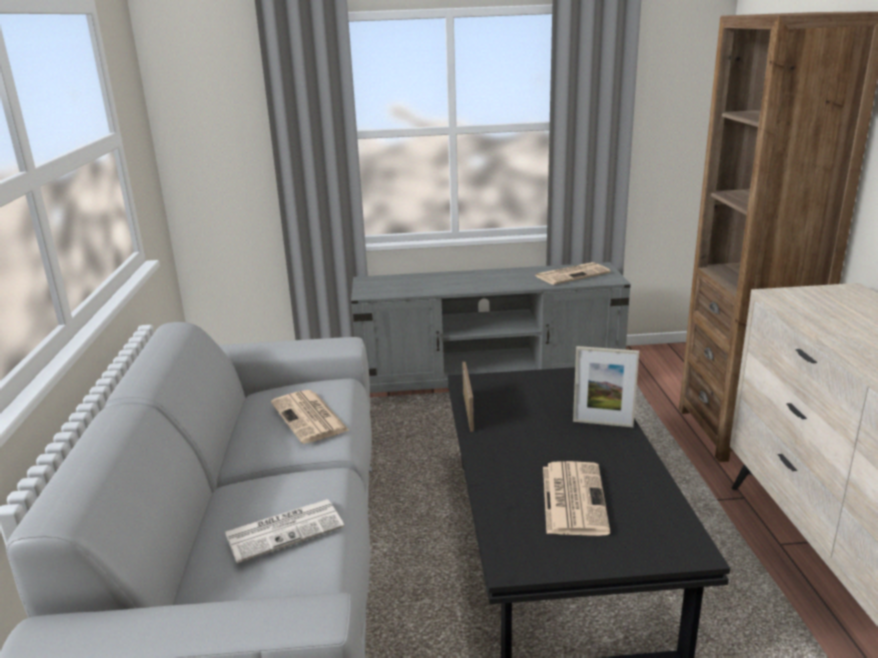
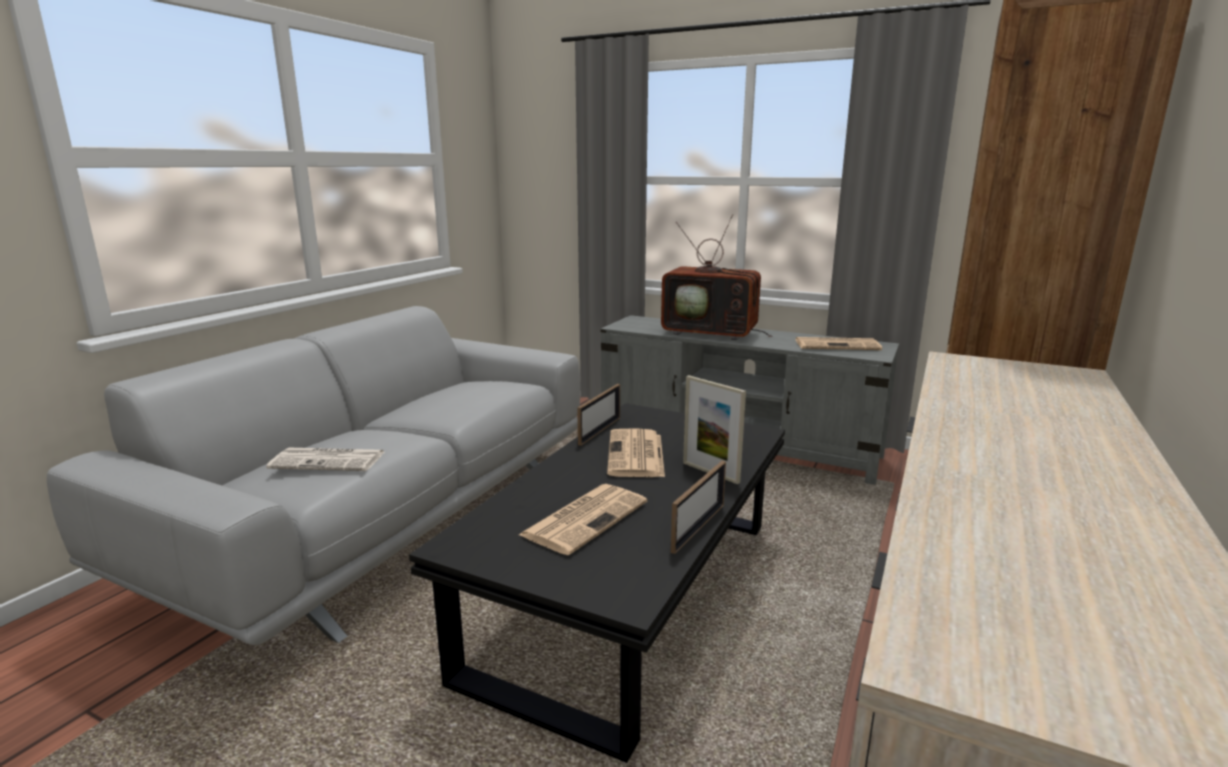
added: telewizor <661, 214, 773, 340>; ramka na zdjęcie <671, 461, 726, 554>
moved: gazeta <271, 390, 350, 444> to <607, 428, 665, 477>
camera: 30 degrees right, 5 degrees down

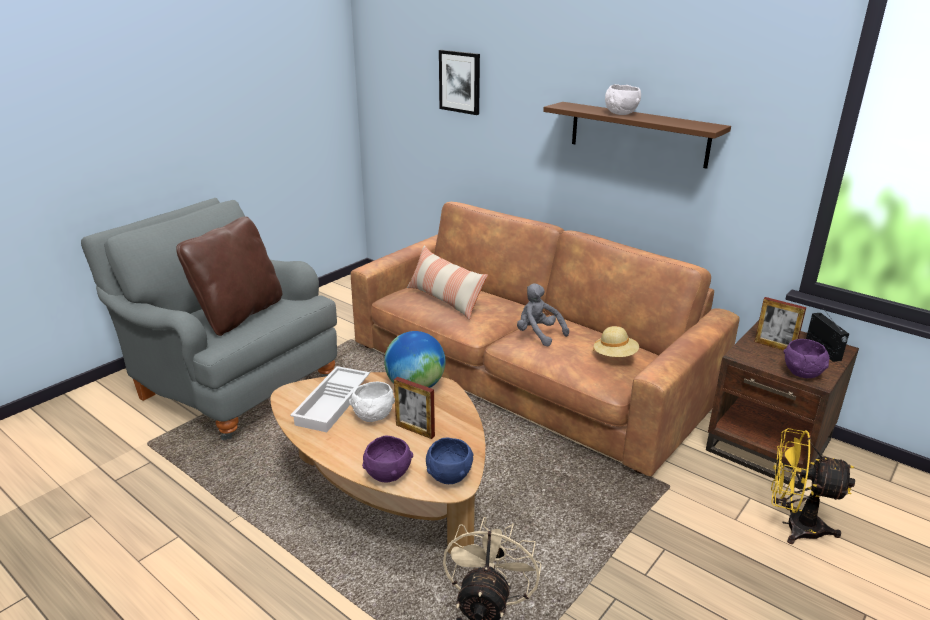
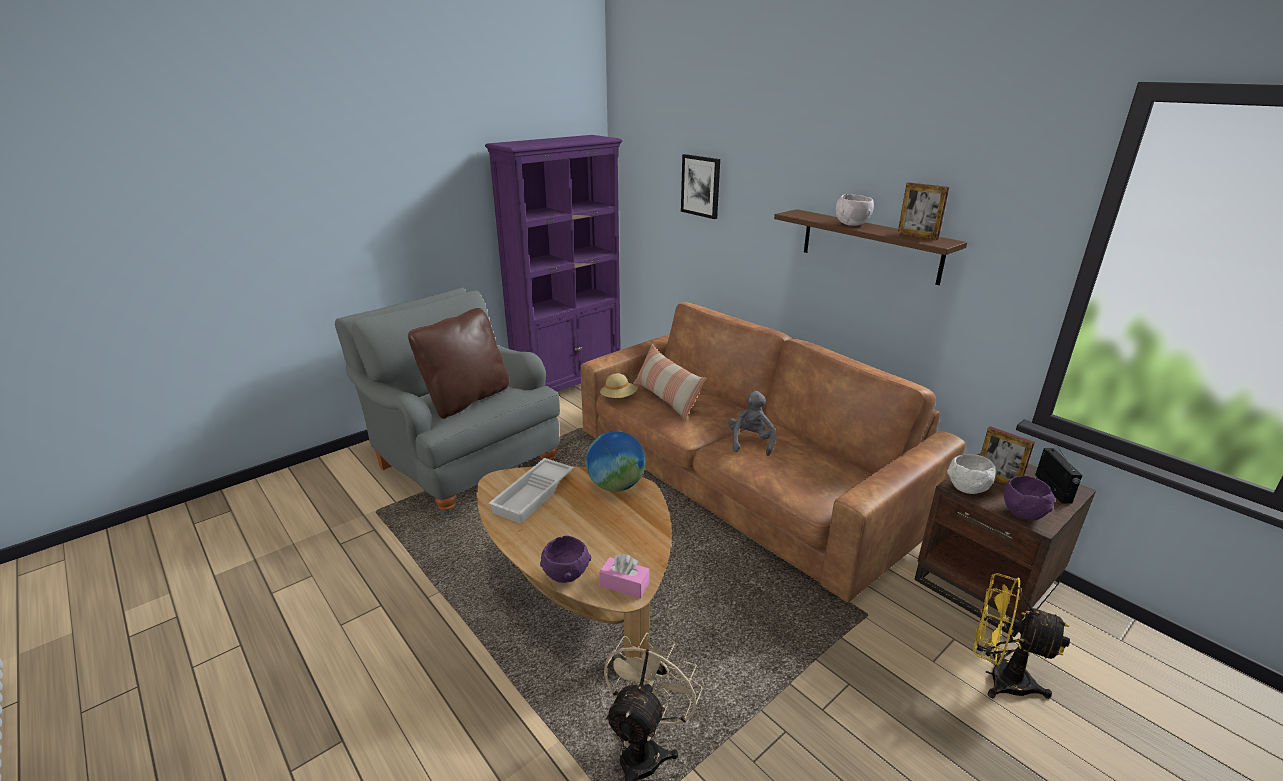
added: regał/fioletowy <485, 135, 623, 392>
moved: kapelusz/beżowy <593, 326, 639, 357> to <600, 373, 637, 398>; ramka na zdjęcie <394, 377, 435, 439> to <898, 182, 949, 240>; miska/biały <349, 382, 395, 422> to <947, 454, 996, 494>
replaced: miska/niebieski <426, 438, 473, 484> to pudełko chusteczek/różowy <599, 554, 649, 598>
turned: pluszak/szary <517, 283, 569, 346> = <728, 391, 776, 456> 45 degrees clockwise
camera: 10 degrees right, 0 degrees up

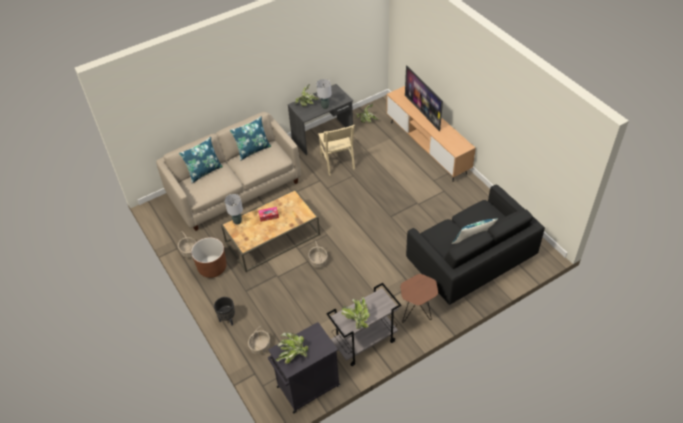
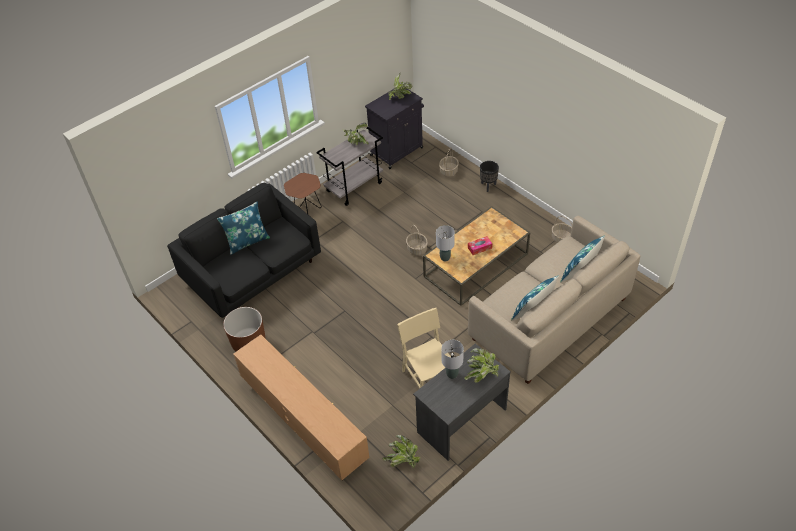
removed: telewizor <405, 65, 443, 131>
moved: donica/brązowy <191, 238, 227, 278> to <223, 307, 265, 351>; lampa stołowa/szary <225, 194, 243, 225> to <436, 225, 455, 261>
camera: 170 degrees right, 0 degrees up

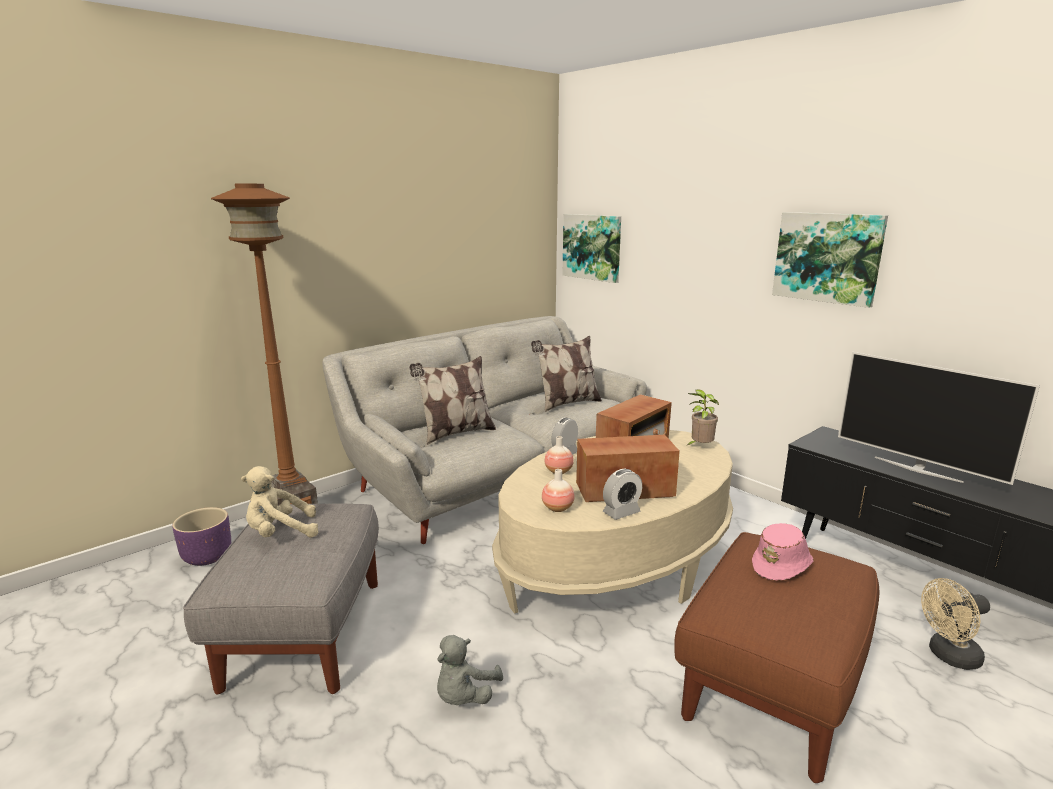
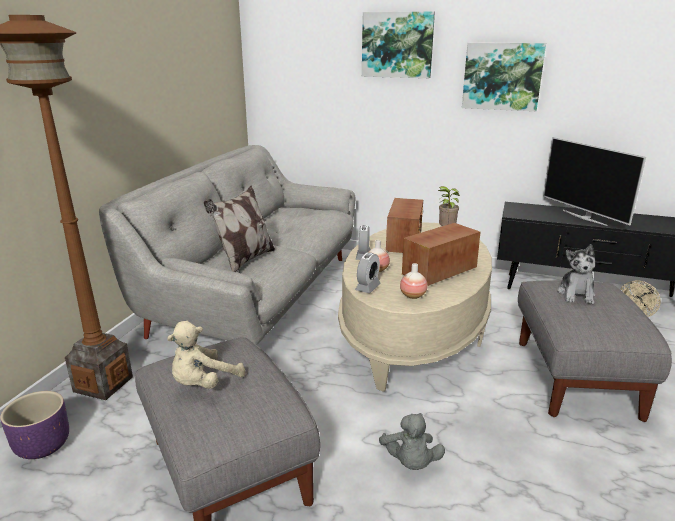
removed: poduszka <531, 336, 602, 412>
moved: budzik <603, 469, 642, 520> to <355, 252, 381, 293>; obraz <562, 214, 621, 283> to <362, 12, 435, 78>
replaced: kapelusz/różowy <752, 523, 813, 580> to pluszak <557, 244, 595, 304>
recoloured: pufa/brązowy <674, 532, 879, 783> to pufa/szary <518, 280, 672, 422>
turned: telewizor <838, 352, 1040, 485> = <543, 137, 646, 226> 45 degrees clockwise
camera: 30 degrees left, 5 degrees up

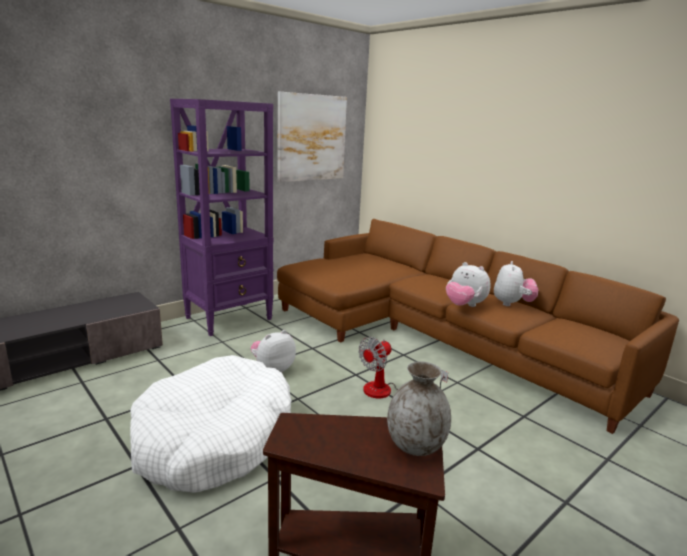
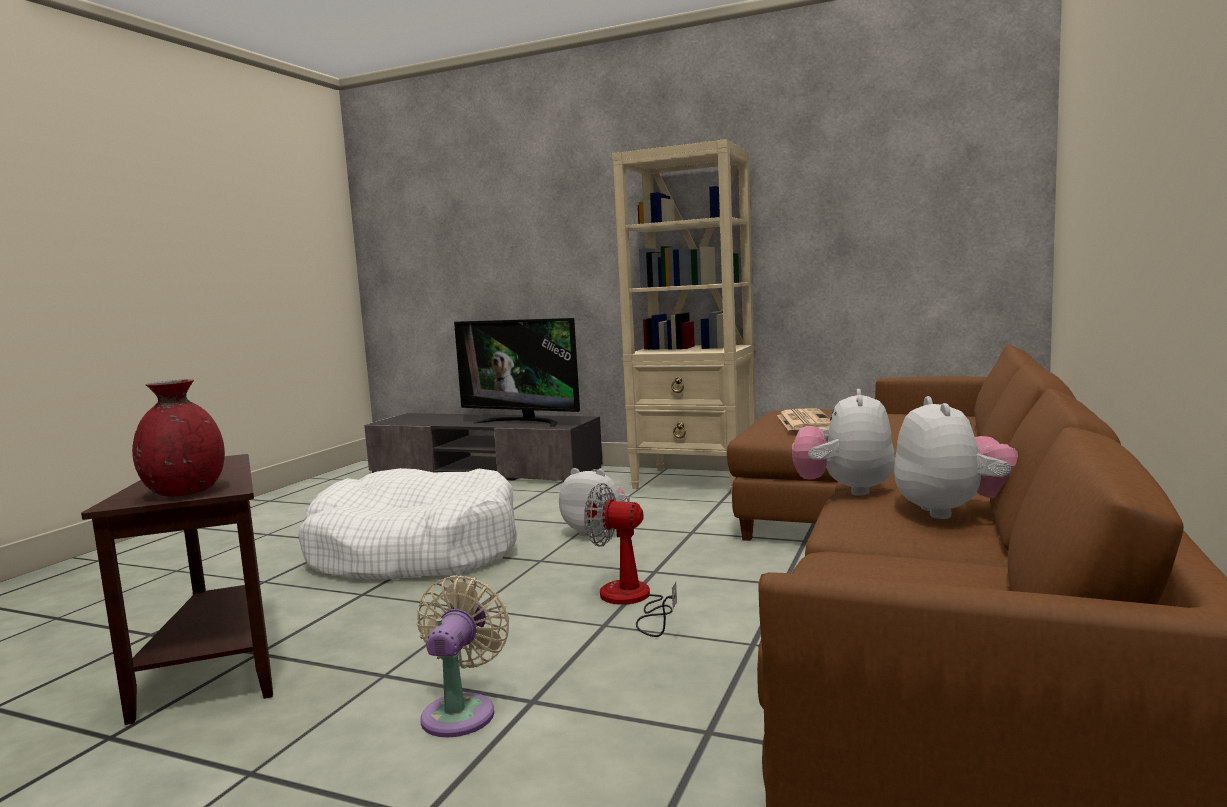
removed: obraz <278, 92, 347, 182>
added: wentylator/beżowy <417, 575, 509, 737>; telewizor <454, 318, 580, 427>; gazeta <777, 409, 830, 431>
recoloured: wazon/szary <387, 361, 451, 456> to wazon/czerwony <132, 379, 225, 496>; regał/fioletowy <170, 99, 274, 336> to regał/beżowy <612, 139, 756, 495>
turned: pluszak <494, 261, 538, 306> = <894, 396, 1018, 519> 75 degrees counterclockwise
camera: 65 degrees right, 10 degrees down

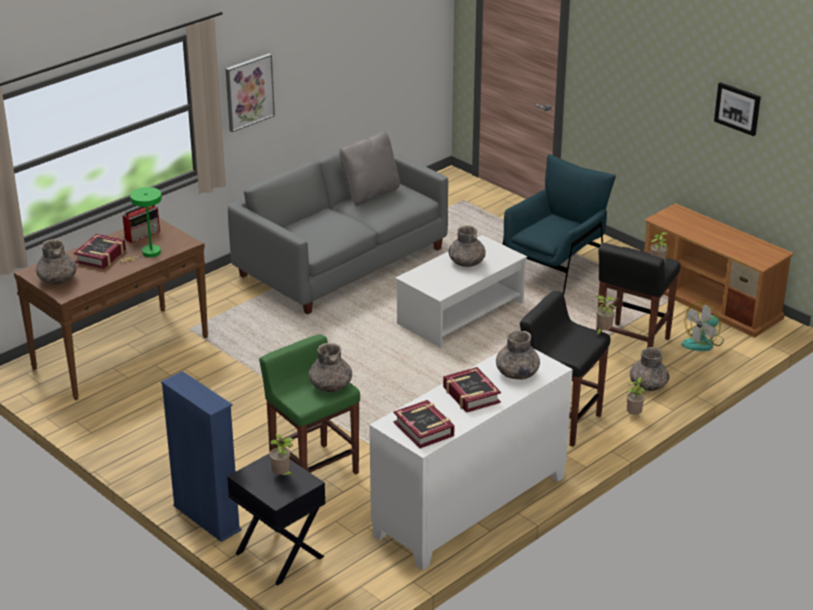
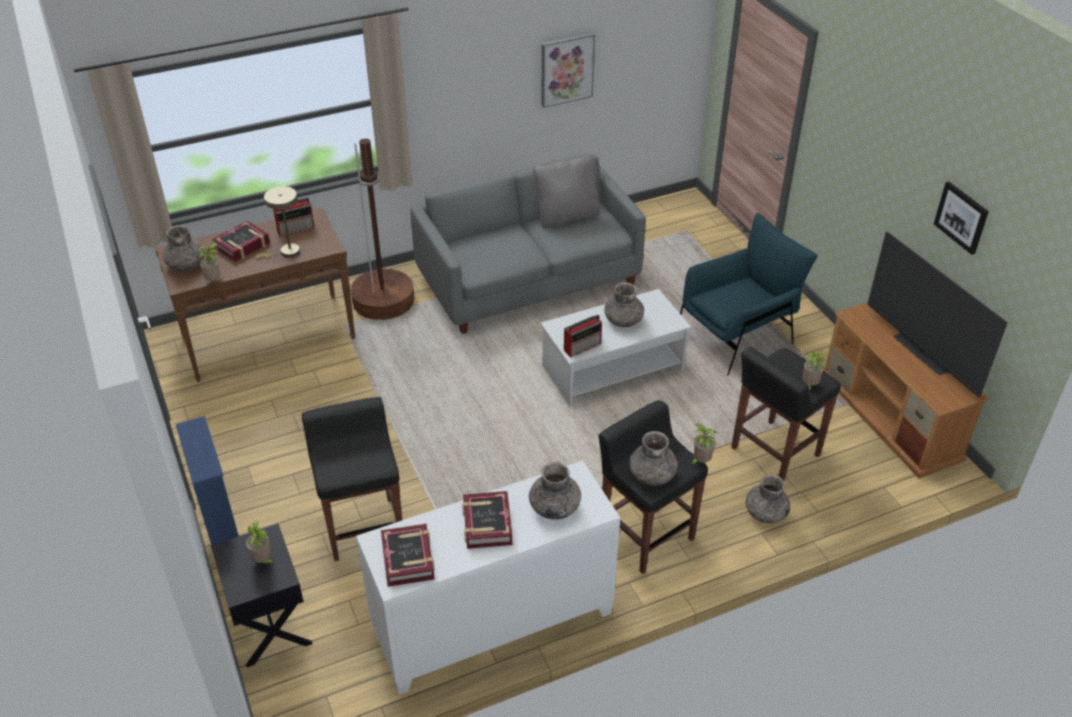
removed: wentylator <681, 302, 724, 351>
added: lampa stojąca/brązowy <351, 139, 414, 320>; radio <564, 315, 602, 358>; telewizor <868, 232, 1007, 397>
moved: roślina doniczkowa <627, 377, 646, 415> to <198, 243, 222, 281>; obraz <226, 54, 275, 132> to <542, 33, 595, 108>; wazon/szary <309, 343, 352, 392> to <629, 431, 678, 486>
recoloured: lampa stołowa/zielony <121, 187, 162, 262> to lampa stołowa/beżowy <256, 186, 300, 258>; stołek/zielony <259, 334, 360, 475> to stołek/czarny <302, 397, 402, 561>
camera: 20 degrees right, 10 degrees up

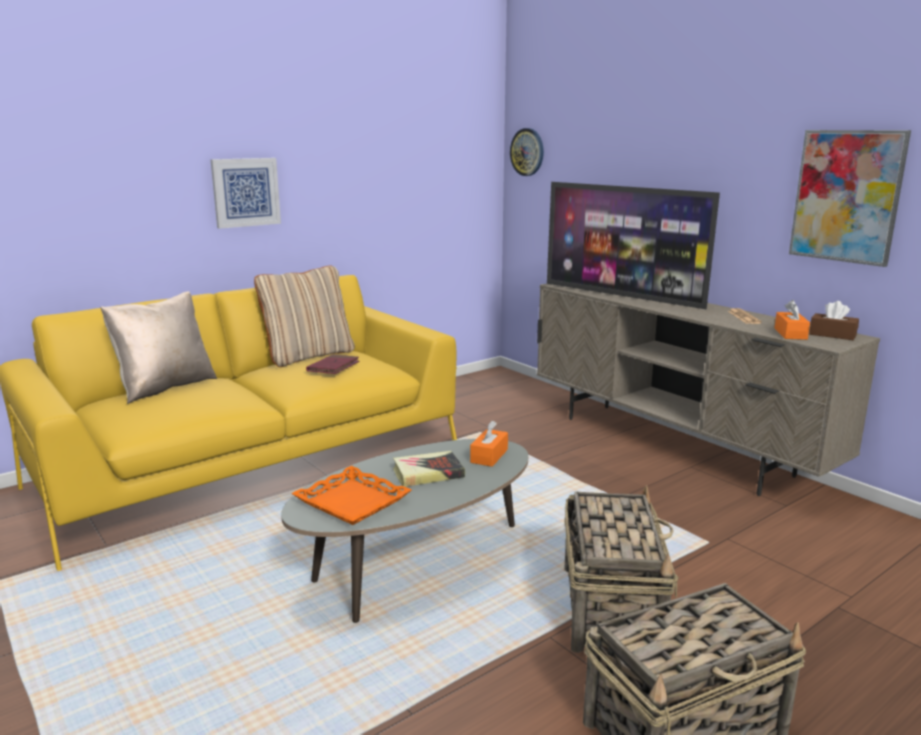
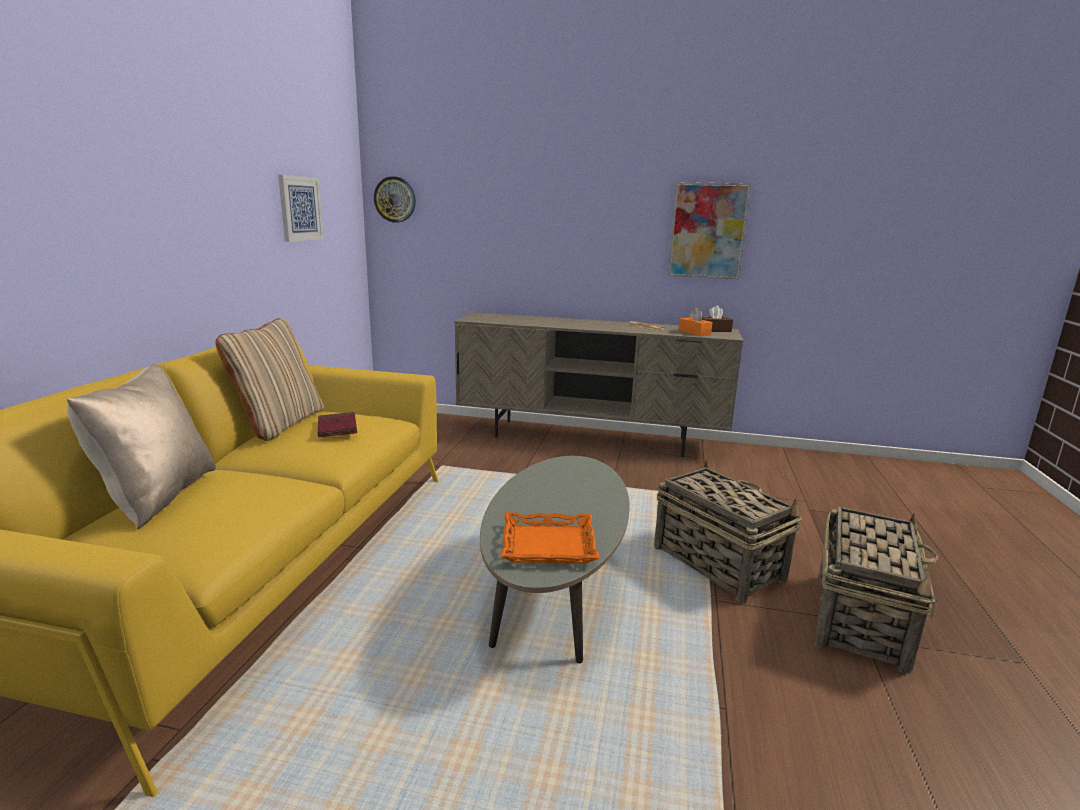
removed: książka <393, 451, 465, 487>; pudełko chusteczek/pomarańczowy <470, 421, 508, 467>; telewizor <547, 182, 720, 309>
moved: obraz <210, 158, 281, 229> to <278, 175, 324, 242>
camera: 40 degrees left, 0 degrees up

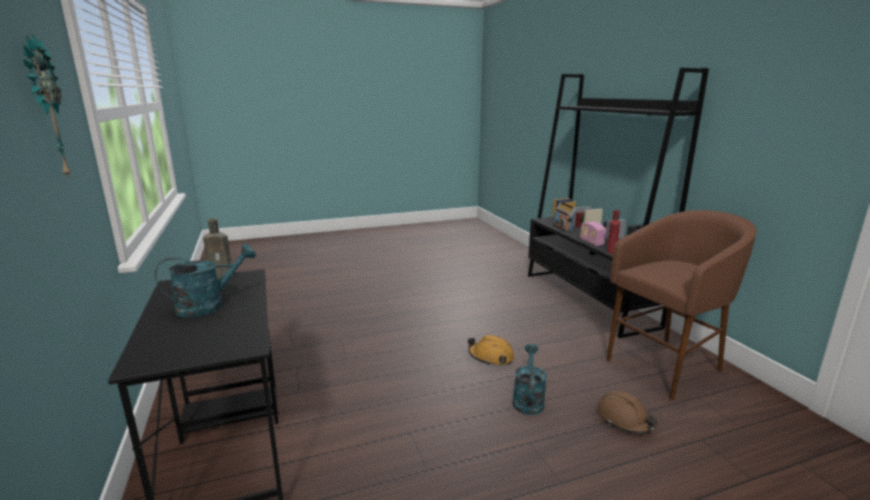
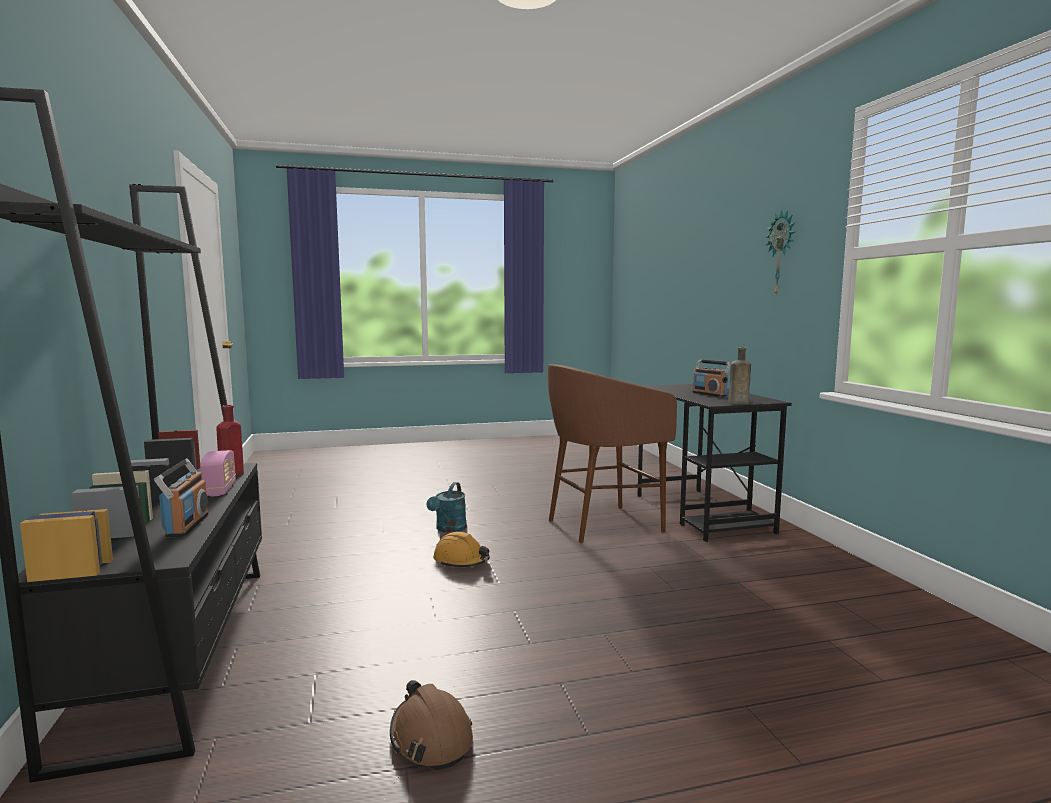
moved: kask/brązowy <597, 391, 657, 434> to <390, 680, 473, 770>; stołek/brązowy <607, 210, 757, 400> to <547, 364, 677, 543>
replaced: konewka/turkusowy <155, 244, 256, 317> to radio <692, 359, 731, 397>
camera: 175 degrees left, 10 degrees down

